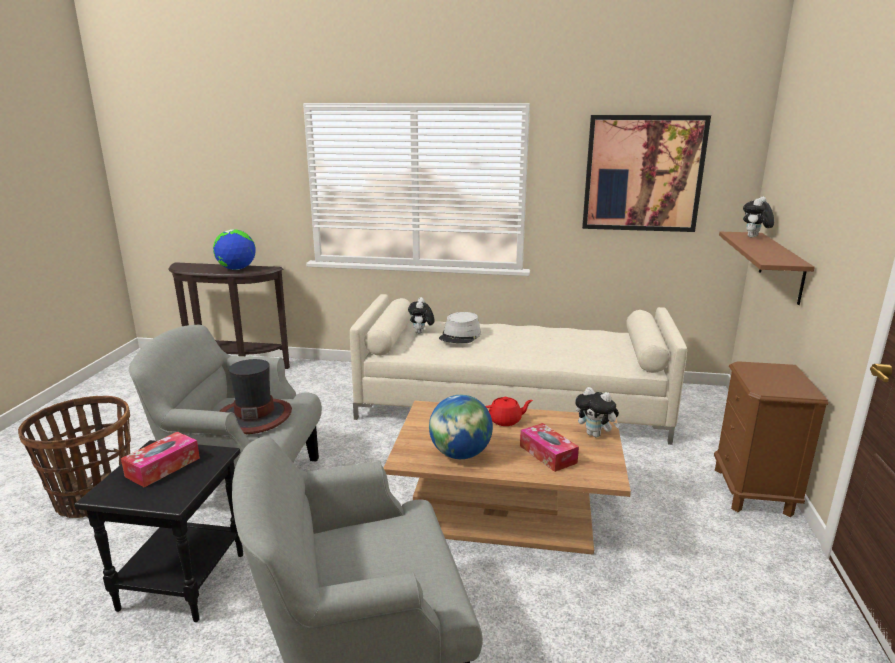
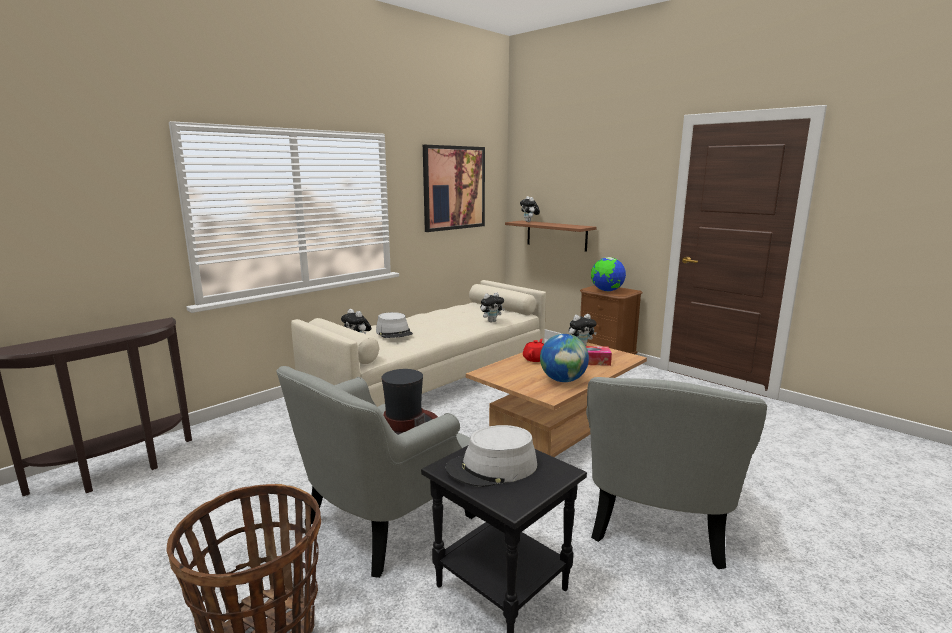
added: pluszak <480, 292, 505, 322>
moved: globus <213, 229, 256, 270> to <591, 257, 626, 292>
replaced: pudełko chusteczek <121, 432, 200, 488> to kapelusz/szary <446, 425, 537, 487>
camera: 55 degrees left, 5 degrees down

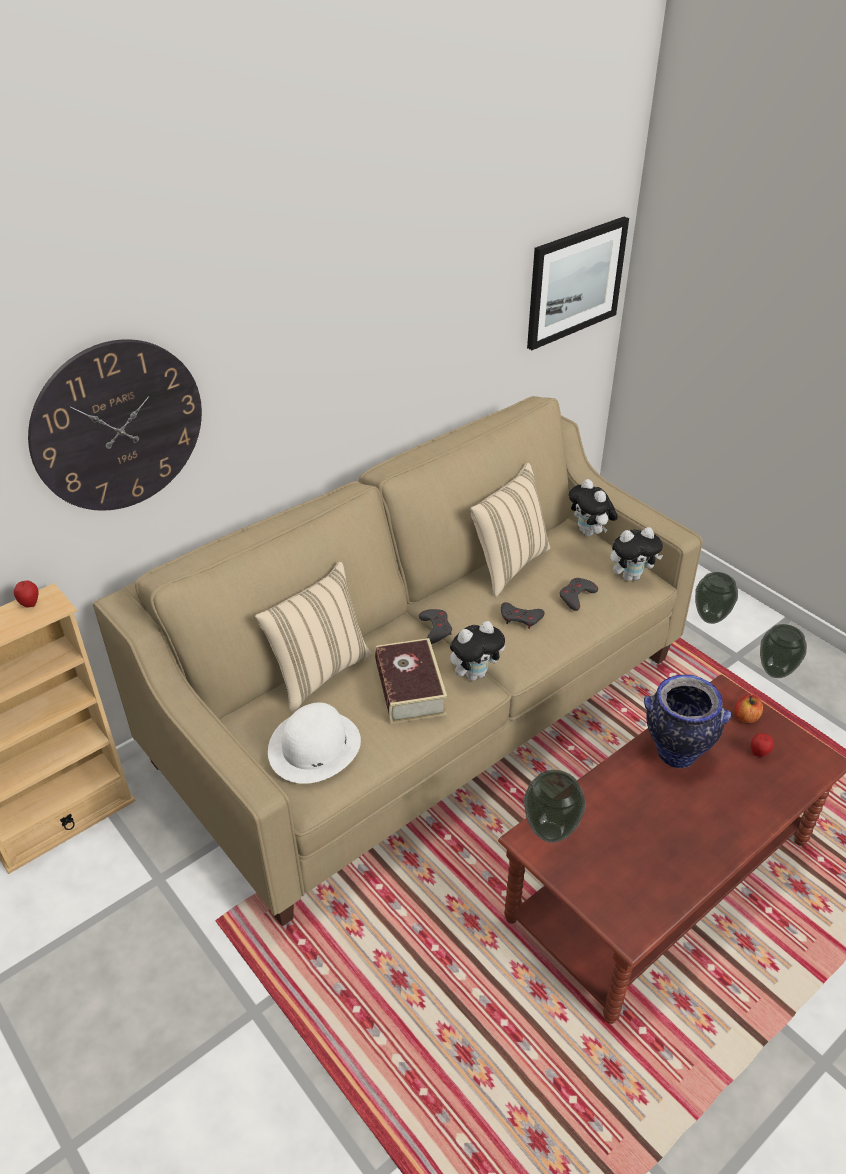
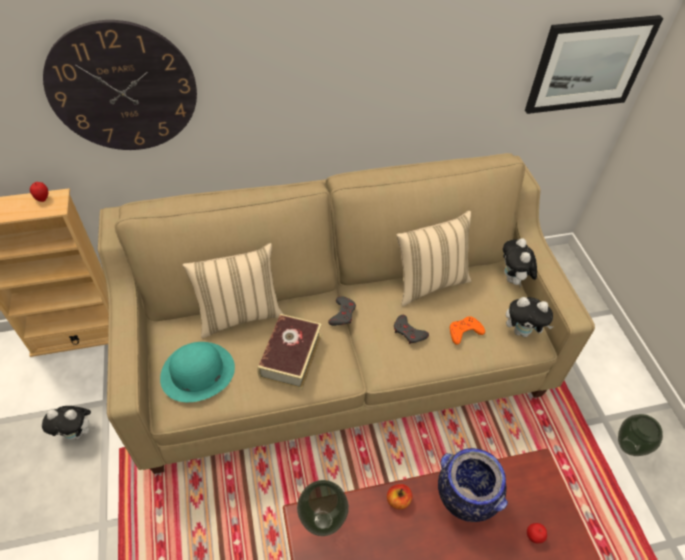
removed: wazon <695, 572, 738, 624>
moved: pluszak <450, 621, 505, 681> to <42, 406, 95, 440>; jabłko <735, 694, 763, 723> to <387, 484, 412, 509>
recoloured: kapelusz/biały <268, 703, 361, 784> to kapelusz/turkusowy <160, 342, 235, 402>; pad do gier/szary <560, 578, 598, 611> to pad do gier/pomarańczowy <450, 316, 485, 345>
camera: 25 degrees right, 10 degrees up

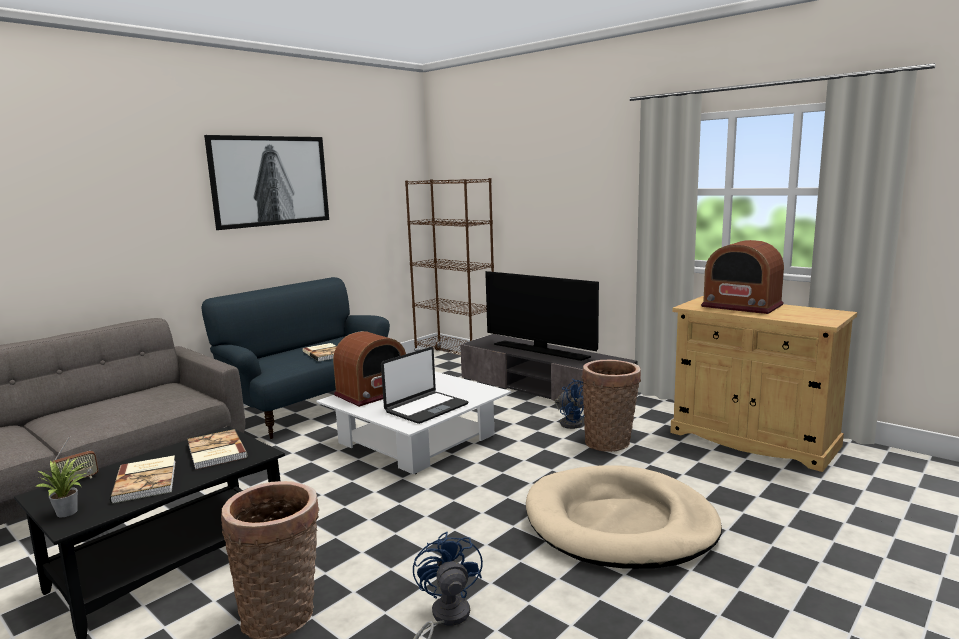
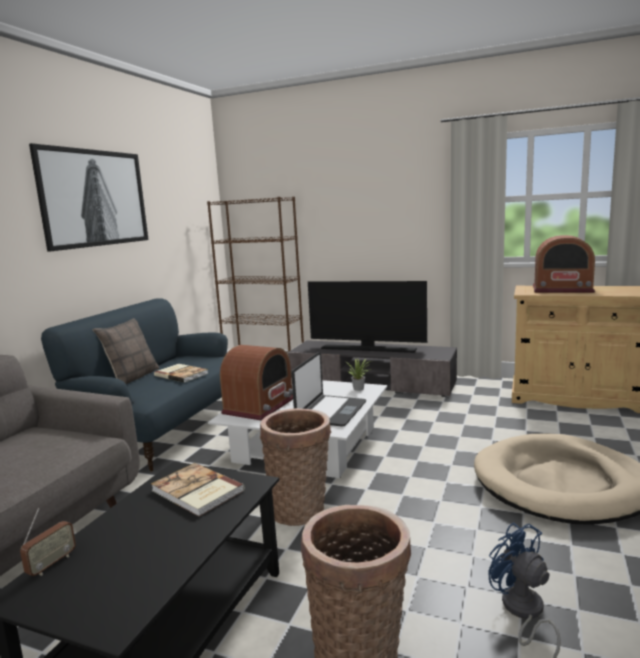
removed: książka <110, 455, 176, 503>; wentylator/niebieski <555, 379, 585, 429>
added: poduszka <93, 319, 159, 384>
moved: koszyk <582, 360, 641, 452> to <260, 408, 331, 526>; roślina doniczkowa <35, 458, 89, 517> to <346, 358, 371, 391>
camera: 20 degrees left, 0 degrees up

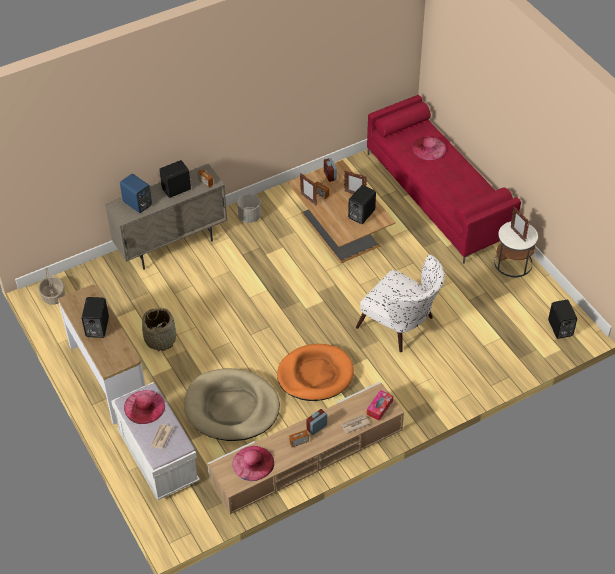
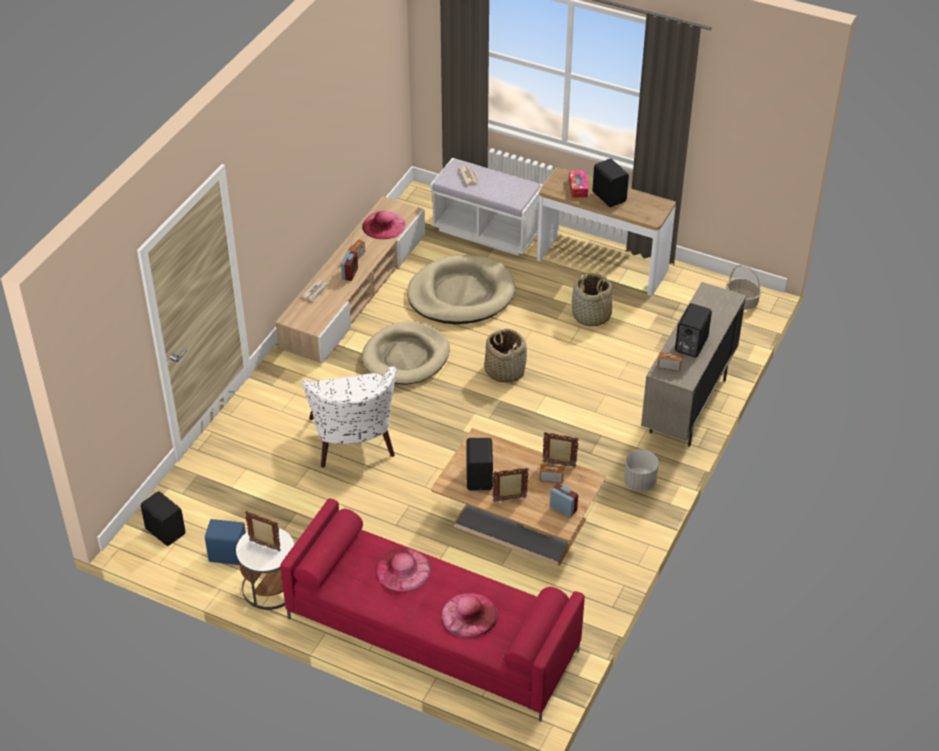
added: koszyk <484, 328, 527, 383>
moved: głośnik/niebieski <120, 174, 152, 213> to <205, 519, 246, 565>; kapelusz/różowy <124, 390, 165, 424> to <376, 548, 431, 591>; pudełko chusteczek <367, 390, 393, 421> to <569, 170, 588, 198>
recoloured: legowisko/pomarańczowy <277, 344, 354, 401> to legowisko/beżowy <362, 322, 450, 384>
turned: fotel/biały <356, 255, 445, 352> = <302, 367, 396, 468> 105 degrees counterclockwise
camera: 145 degrees right, 5 degrees down

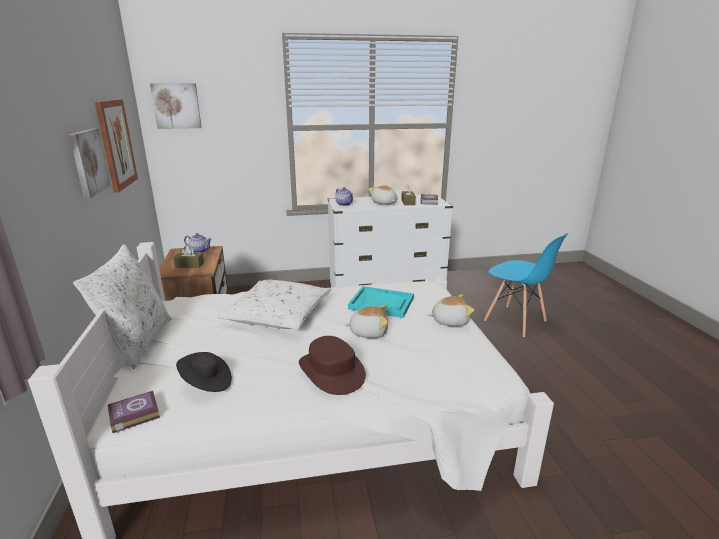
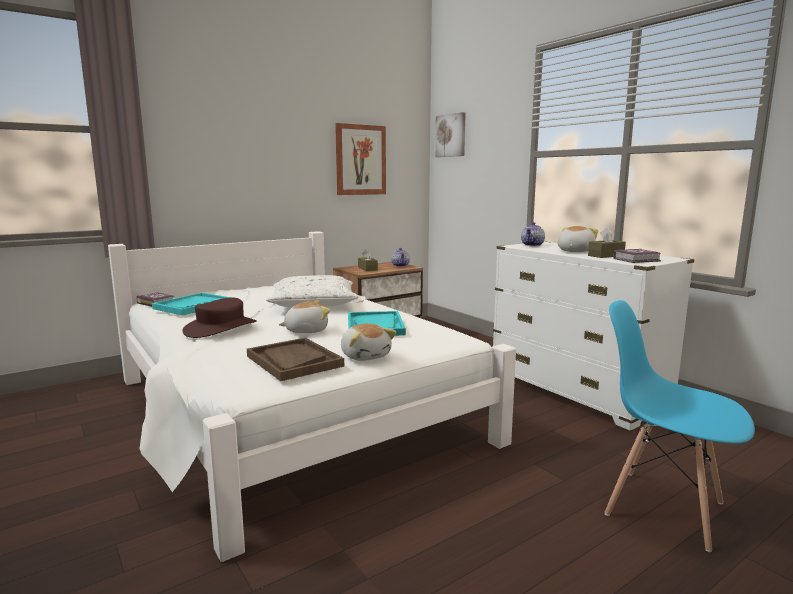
removed: obraz <69, 128, 111, 199>; poduszka/biały <73, 244, 172, 369>
added: taca/brązowy <247, 338, 344, 381>
replaced: kapelusz/czarny <176, 352, 232, 392> to taca/turkusowy <152, 293, 230, 316>
turned: pluszak <344, 305, 388, 338> = <279, 301, 330, 333> 90 degrees counterclockwise; krzesło/niebieski <484, 233, 568, 337> = <604, 300, 755, 552> 105 degrees clockwise
camera: 65 degrees right, 10 degrees down

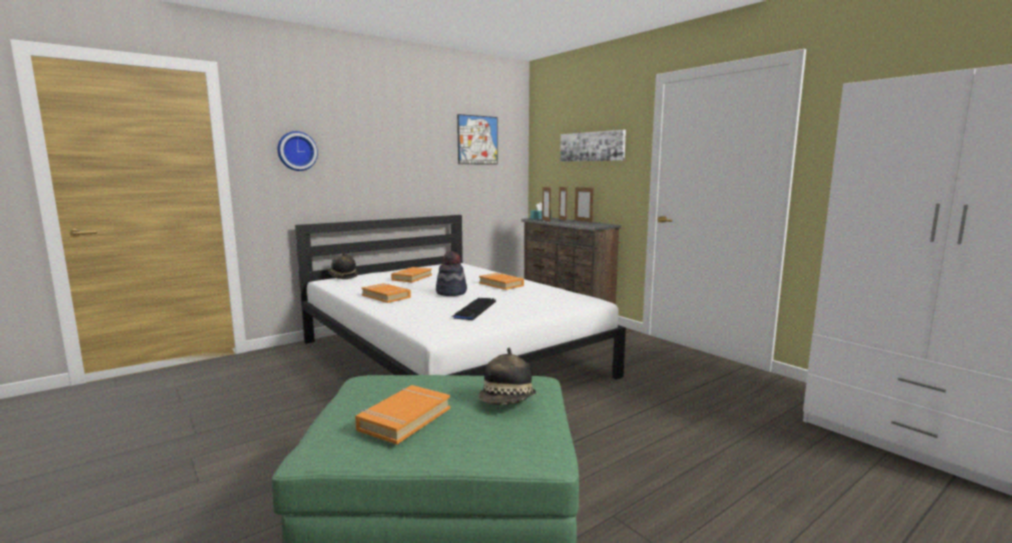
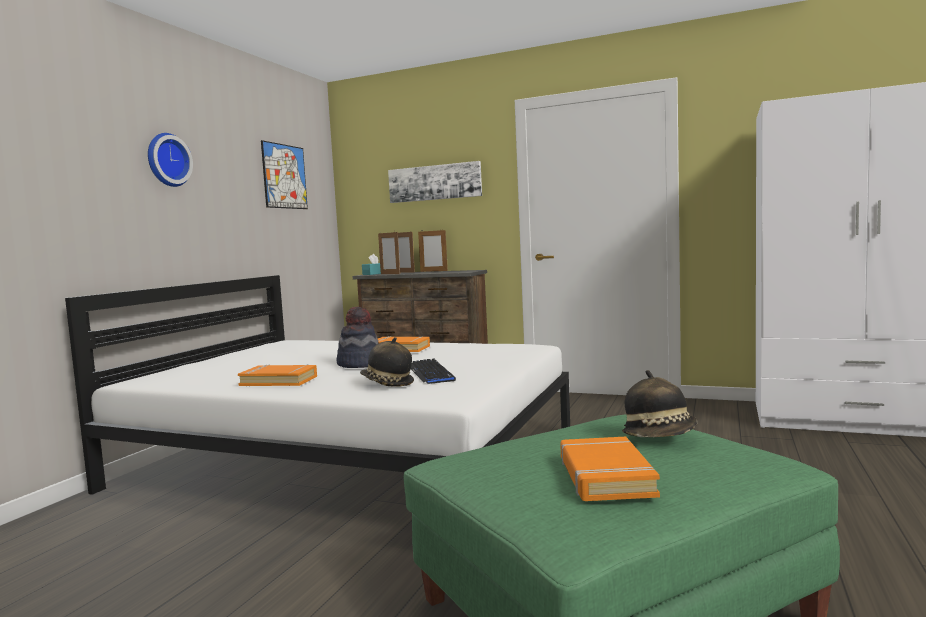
removed: książka/pomarańczowy <391, 267, 432, 283>
moved: zegar ścienny <277, 131, 318, 171> to <148, 133, 193, 187>; kapelusz <328, 253, 358, 279> to <360, 337, 414, 387>
camera: 30 degrees left, 5 degrees down

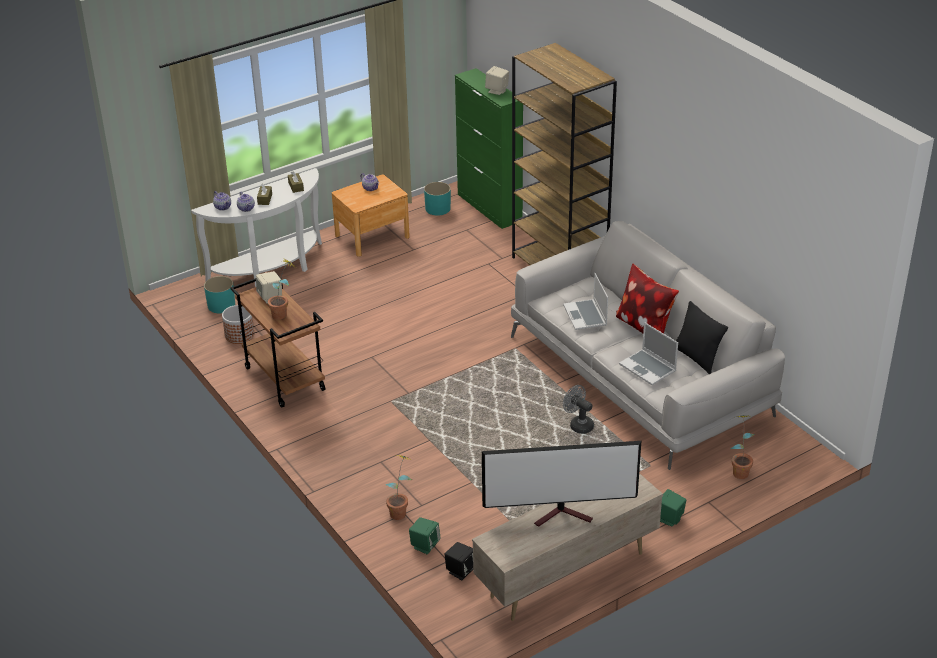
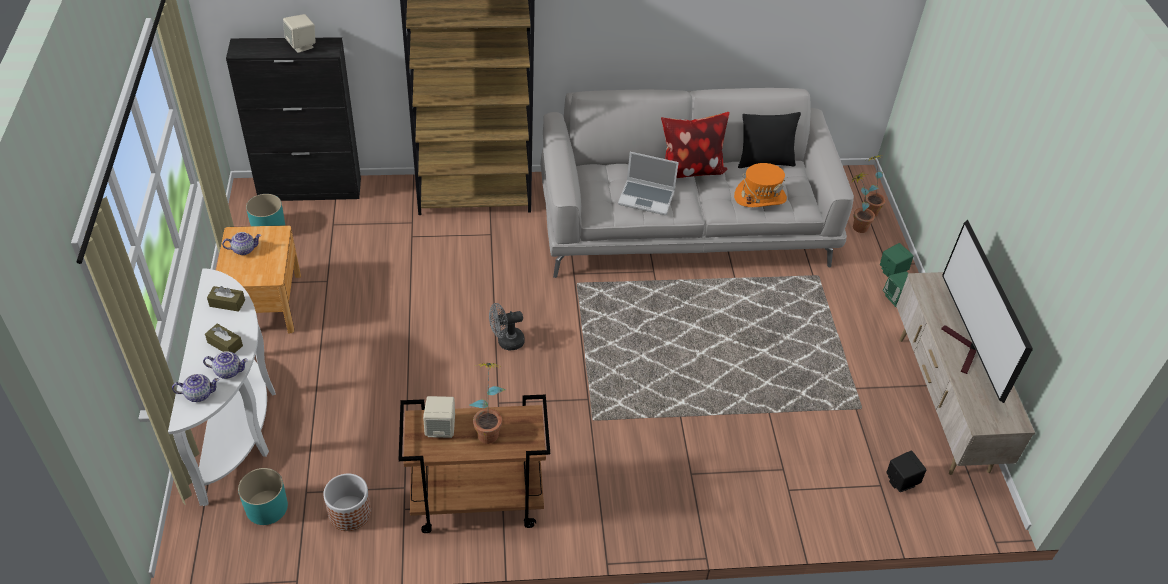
moved: wentylator/szary <563, 385, 594, 434> to <489, 303, 525, 351>; roślina doniczkowa <385, 455, 412, 520> to <864, 155, 885, 217>; głośnik/zielony <409, 517, 441, 554> to <880, 243, 913, 277>
replaced: laptop <619, 322, 678, 385> to kapelusz/pomarańczowy <734, 163, 787, 207>
recoloured: szafka/zielony <455, 68, 523, 229> to szafka/czarny <226, 37, 361, 201>
turned: telewizor <482, 441, 641, 527> = <941, 220, 1033, 403> 150 degrees clockwise
camera: 65 degrees left, 10 degrees up

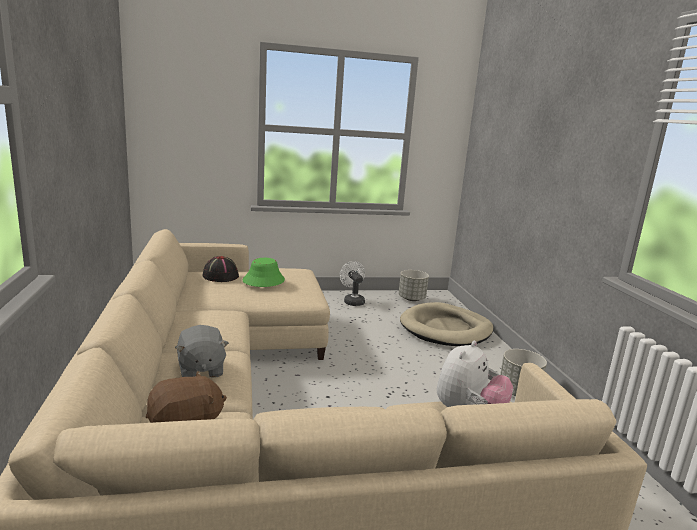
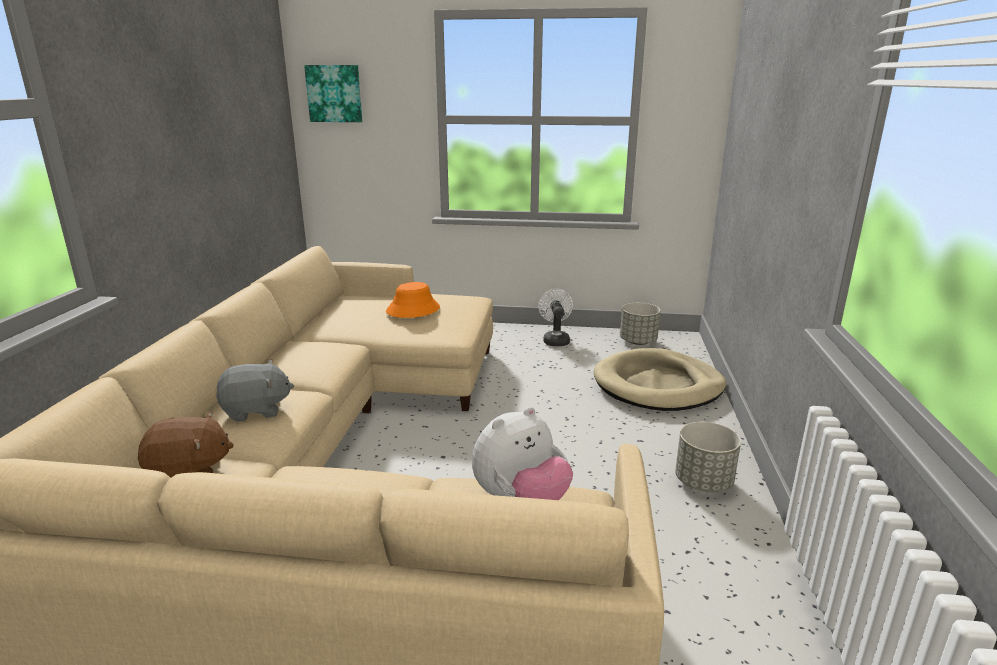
removed: kapelusz/czarny <203, 256, 239, 282>
added: obraz <304, 65, 362, 122>
recoloured: kapelusz/zielony <243, 258, 285, 287> to kapelusz/pomarańczowy <386, 282, 440, 318>
turned: pluszak/szary <175, 325, 229, 378> = <216, 360, 294, 422> 105 degrees counterclockwise
camera: 20 degrees right, 5 degrees up

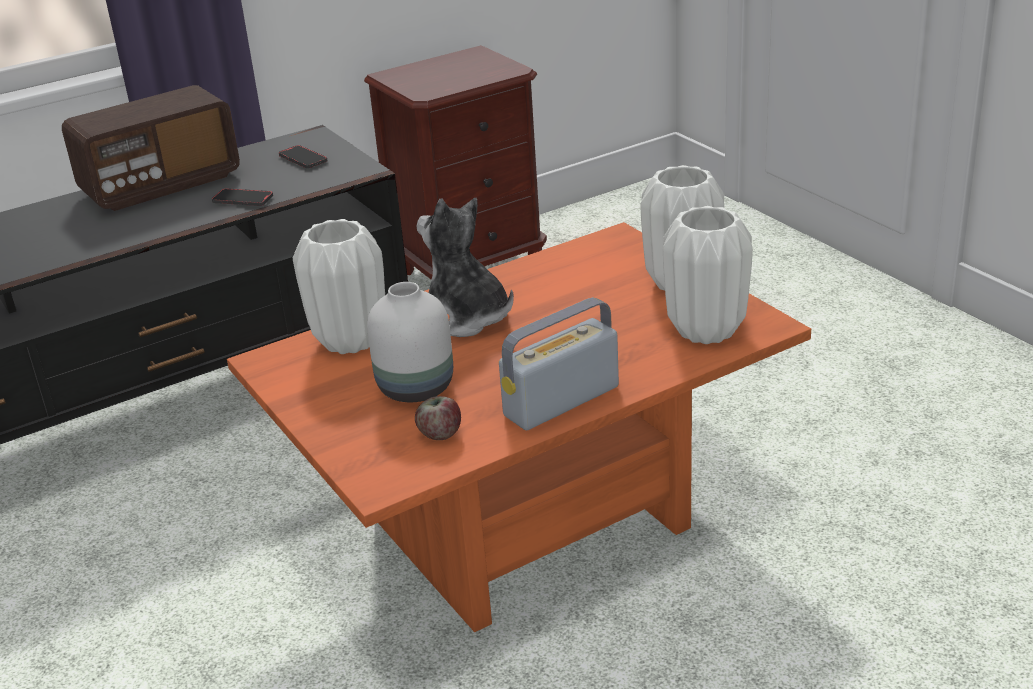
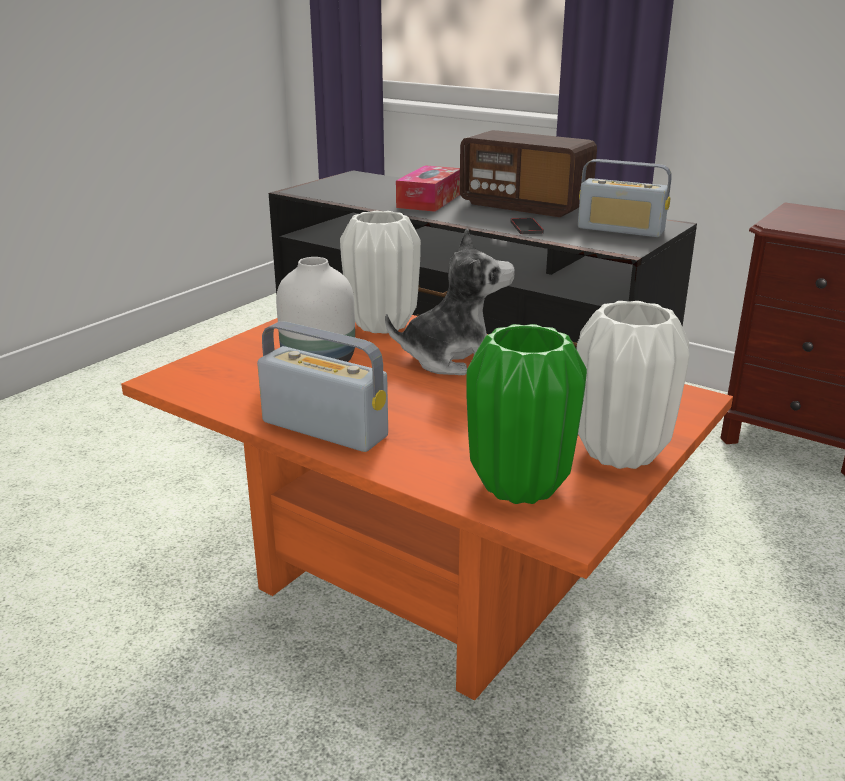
removed: jabłko <415, 396, 461, 440>
added: pudełko chusteczek <396, 165, 460, 212>
replaced: telefon <279, 145, 327, 168> to radio <578, 159, 672, 237>
recoloured: wazon/biały <663, 206, 753, 344> to wazon/zielony <466, 324, 587, 504>
turned: pluszak <417, 198, 514, 337> = <385, 229, 515, 375> 60 degrees clockwise
camera: 65 degrees right, 5 degrees down

